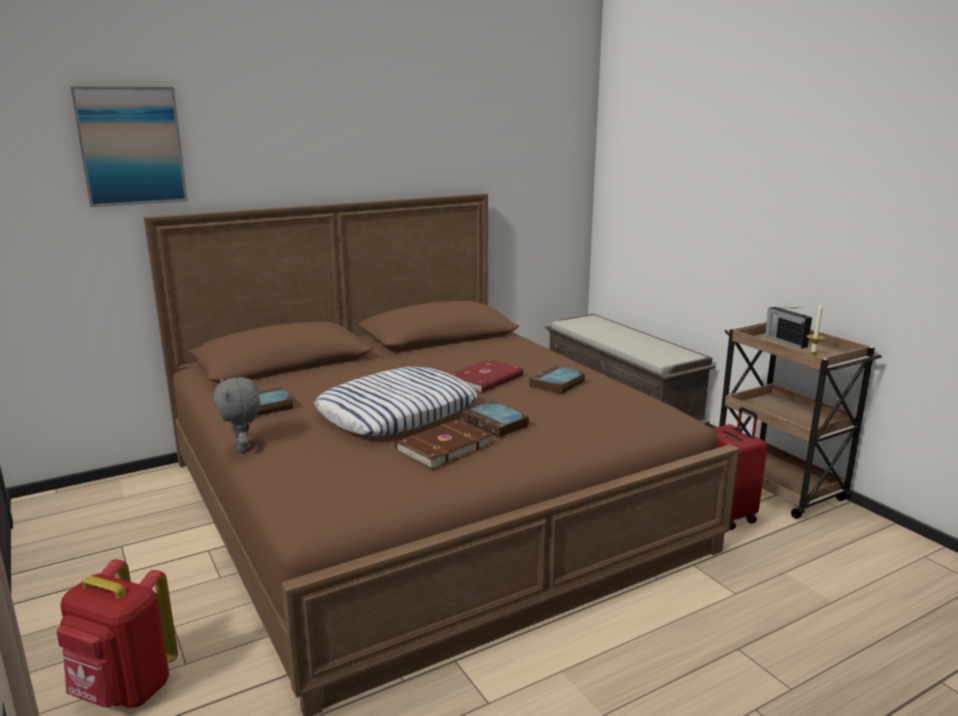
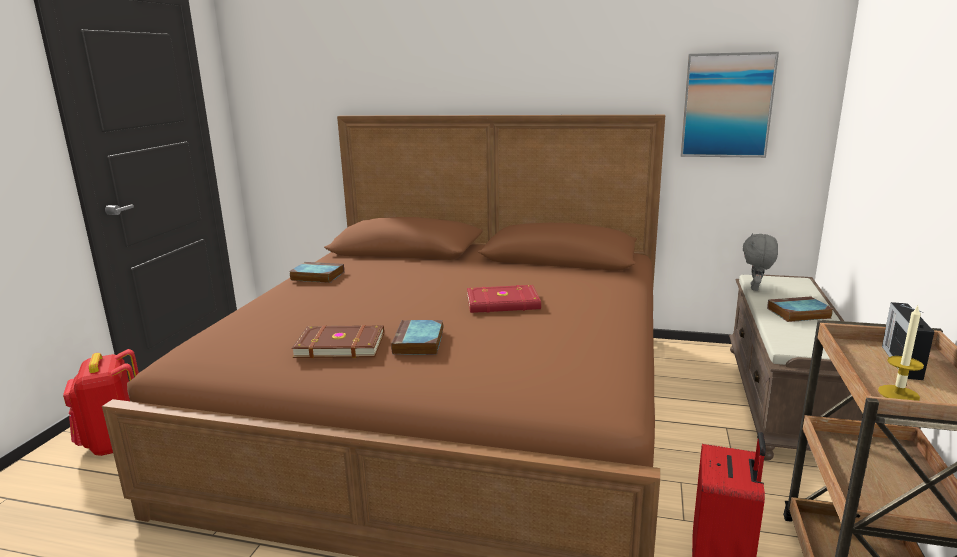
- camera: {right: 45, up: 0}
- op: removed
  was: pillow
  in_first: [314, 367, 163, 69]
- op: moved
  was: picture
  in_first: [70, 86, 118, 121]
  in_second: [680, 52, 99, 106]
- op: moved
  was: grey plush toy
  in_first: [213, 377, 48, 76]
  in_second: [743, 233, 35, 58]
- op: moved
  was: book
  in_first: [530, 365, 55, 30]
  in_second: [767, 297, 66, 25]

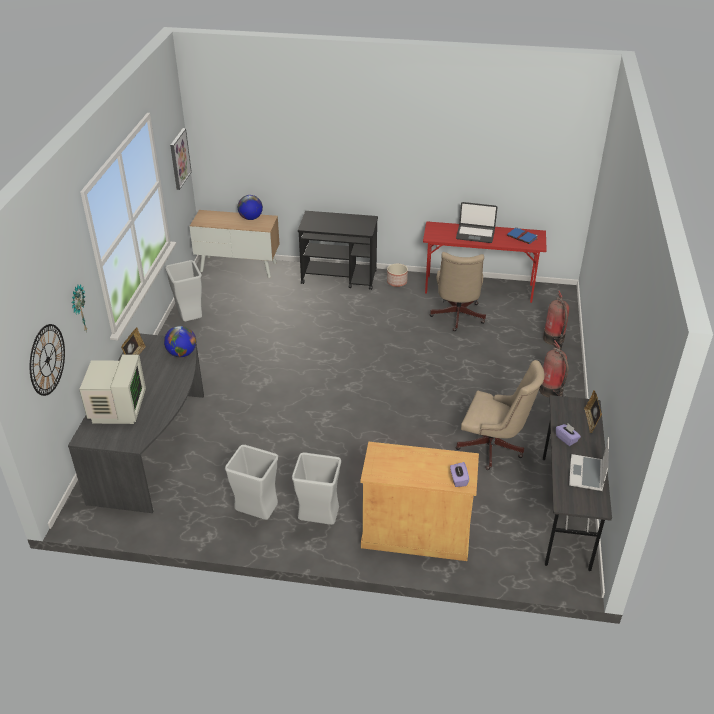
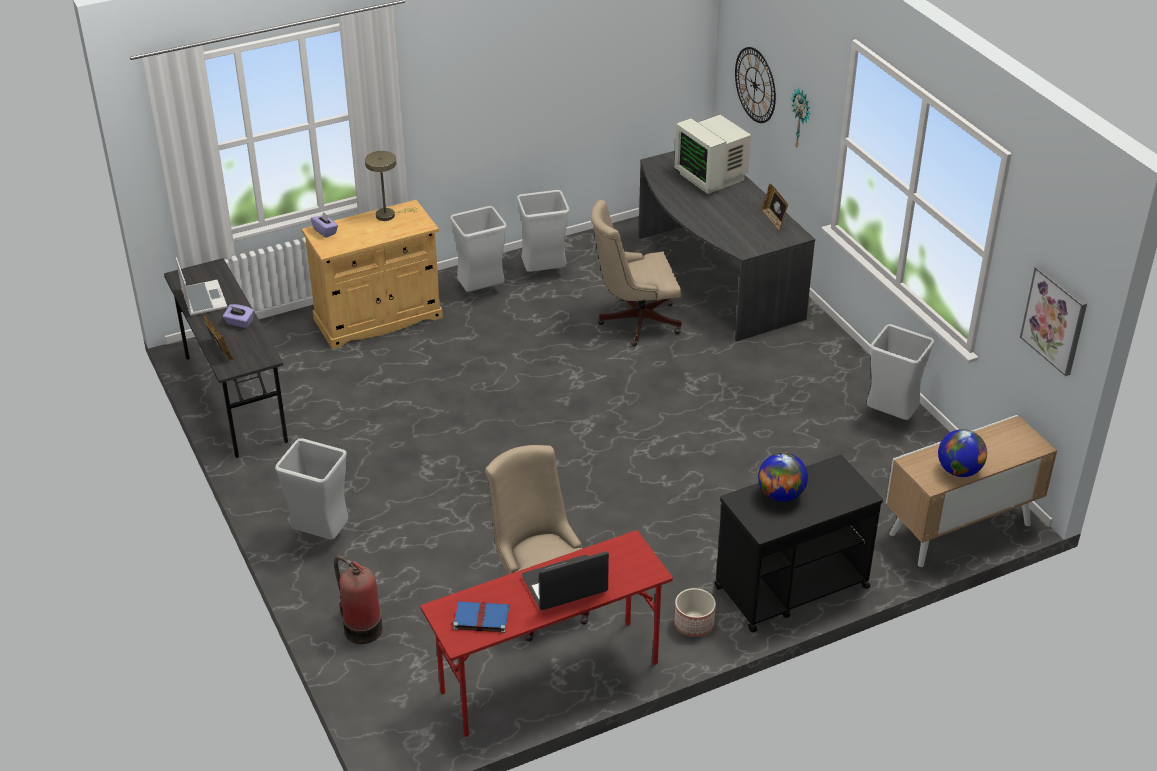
- camera: {right: 145, up: 0}
- op: added
  now: beige table lamp
  in_second: [365, 151, 53, 70]
- op: moved
  was: globe
  in_first: [164, 326, 32, 31]
  in_second: [758, 452, 50, 50]
- op: moved
  was: beige office chair
  in_first: [456, 360, 89, 110]
  in_second: [590, 200, 92, 146]
- op: replaced
  was: fire extinguisher
  now: grey trash can
  in_first: [539, 340, 30, 58]
  in_second: [275, 438, 73, 101]

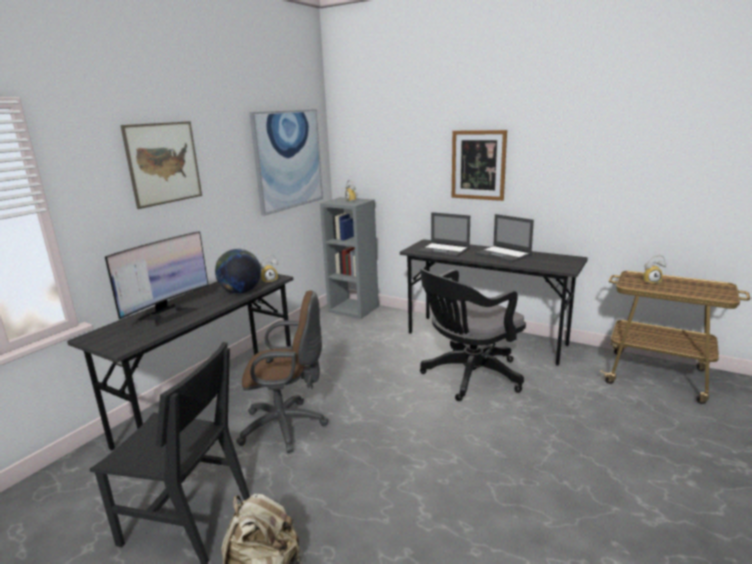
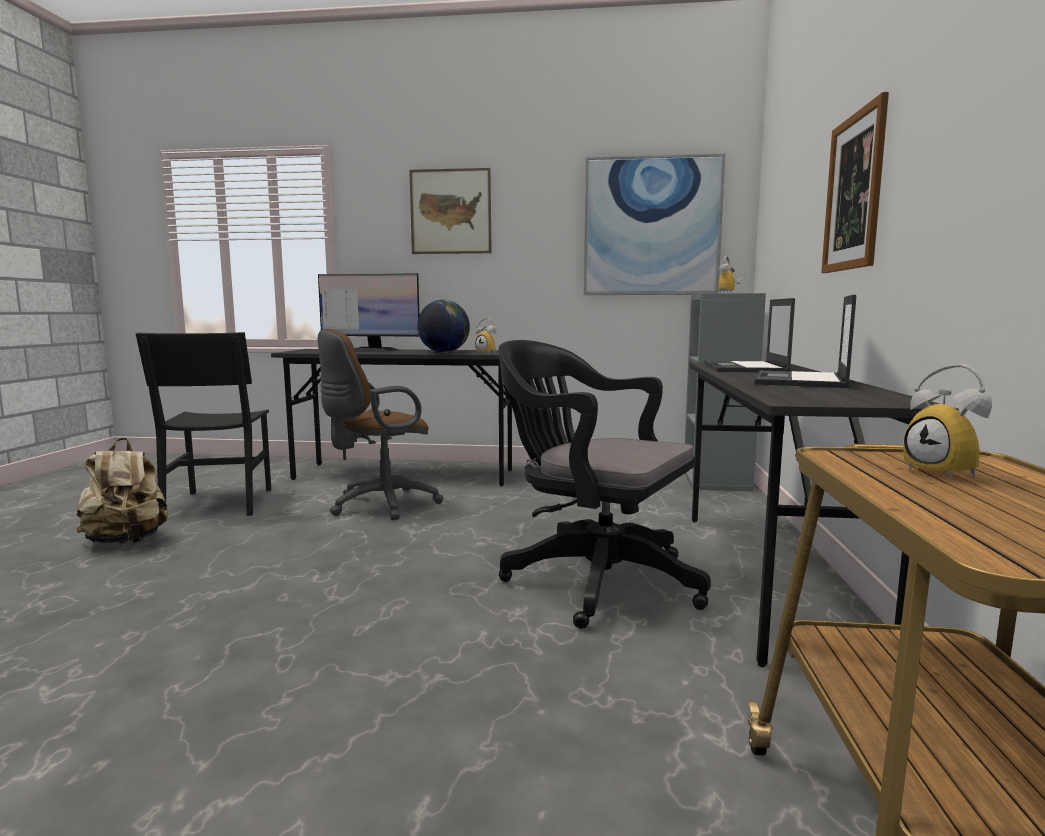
- camera: {right: 65, up: -10}
- op: turned
  was: brown office chair
  in_first: [236, 291, 92, 162]
  in_second: [318, 329, 125, 191]
  clockwise: 75

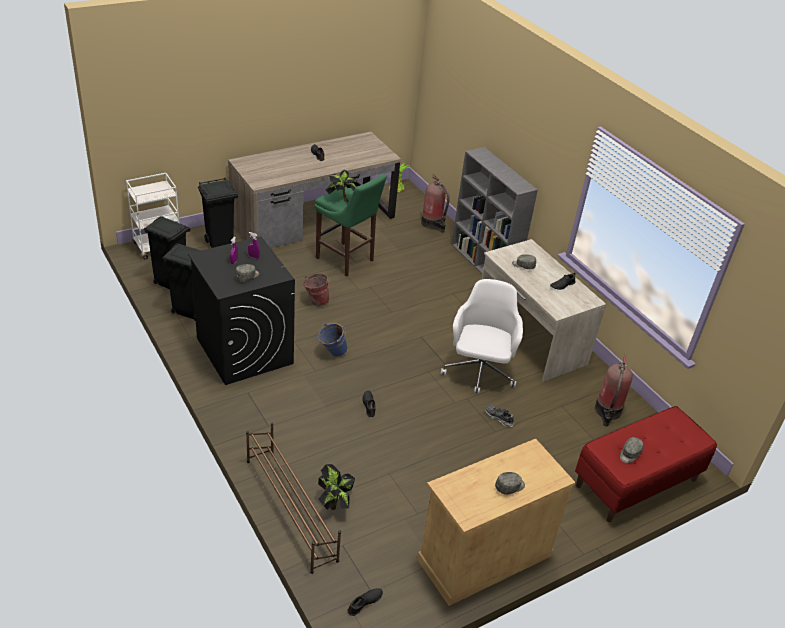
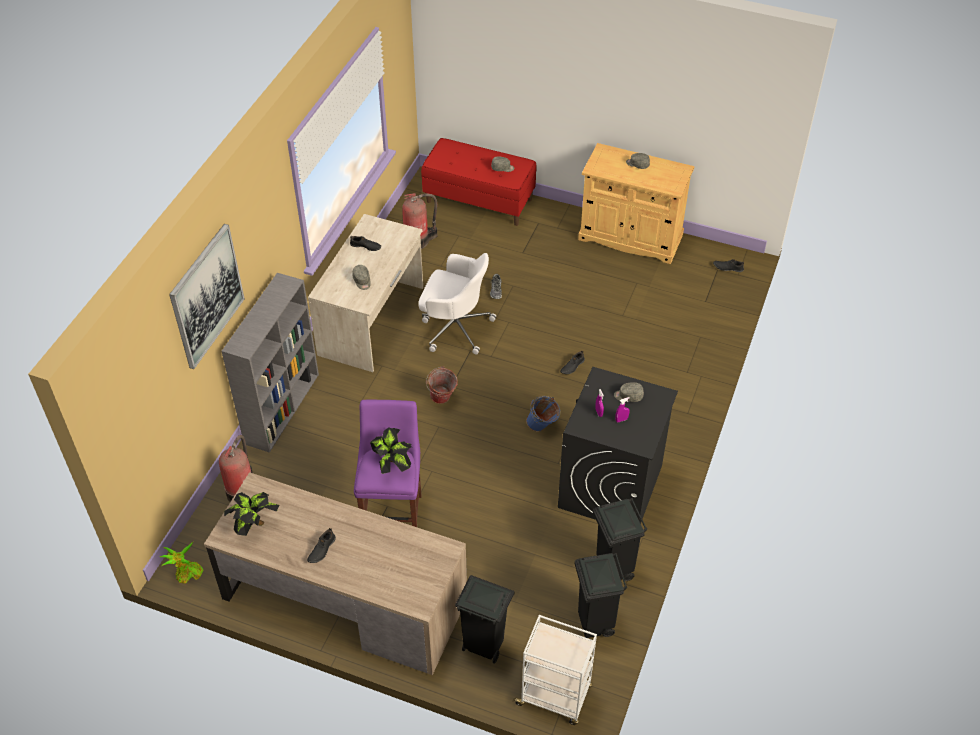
- camera: {right: -125, up: 10}
- op: removed
  was: brown shoe rack
  in_first: [246, 423, 95, 151]
- op: added
  now: picture
  in_second: [169, 224, 76, 145]
- op: moved
  was: bucket
  in_first: [303, 273, 27, 33]
  in_second: [426, 366, 32, 38]
- op: moved
  was: potted plant
  in_first: [318, 464, 37, 46]
  in_second: [224, 492, 55, 44]
- op: recoloured
  was: green stool
  now: purple stool
  in_first: [315, 174, 72, 103]
  in_second: [354, 400, 68, 127]
- op: turned
  was: white office chair
  in_first: [441, 279, 82, 115]
  in_second: [418, 253, 78, 101]
  clockwise: -135

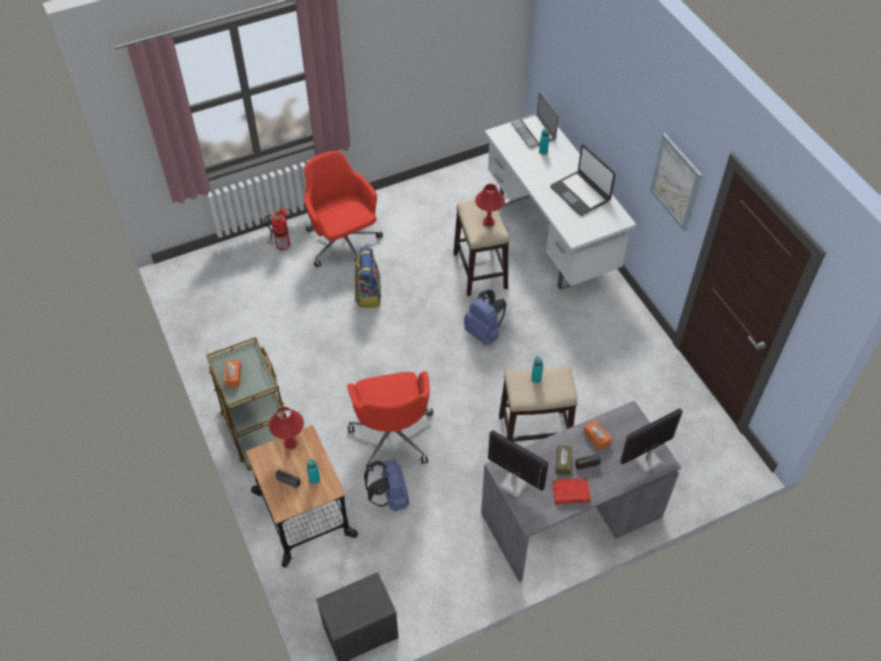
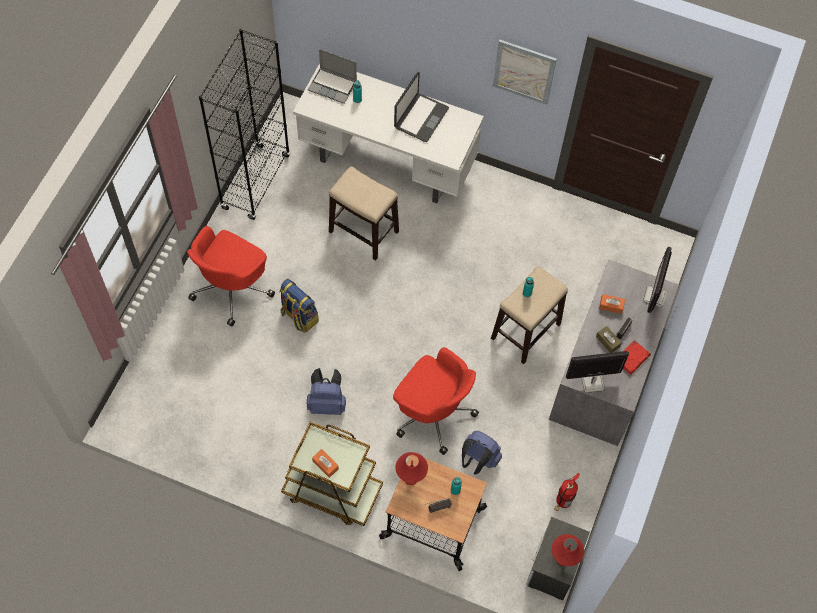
- camera: {right: -45, up: 10}
- op: added
  now: black bookcase
  in_second: [199, 29, 91, 191]
- op: moved
  was: fire extinguisher
  in_first: [264, 207, 26, 44]
  in_second: [554, 473, 26, 38]
- op: moved
  was: blue backpack
  in_first: [464, 290, 43, 55]
  in_second: [306, 368, 40, 47]
- op: moved
  was: red table lamp
  in_first: [475, 184, 30, 43]
  in_second: [551, 534, 33, 32]
- op: turned
  was: red office chair
  in_first: [304, 151, 79, 117]
  in_second: [187, 226, 88, 101]
  clockwise: -75
- op: turned
  was: laptop
  in_first: [550, 145, 66, 71]
  in_second: [394, 72, 55, 70]
  clockwise: -75

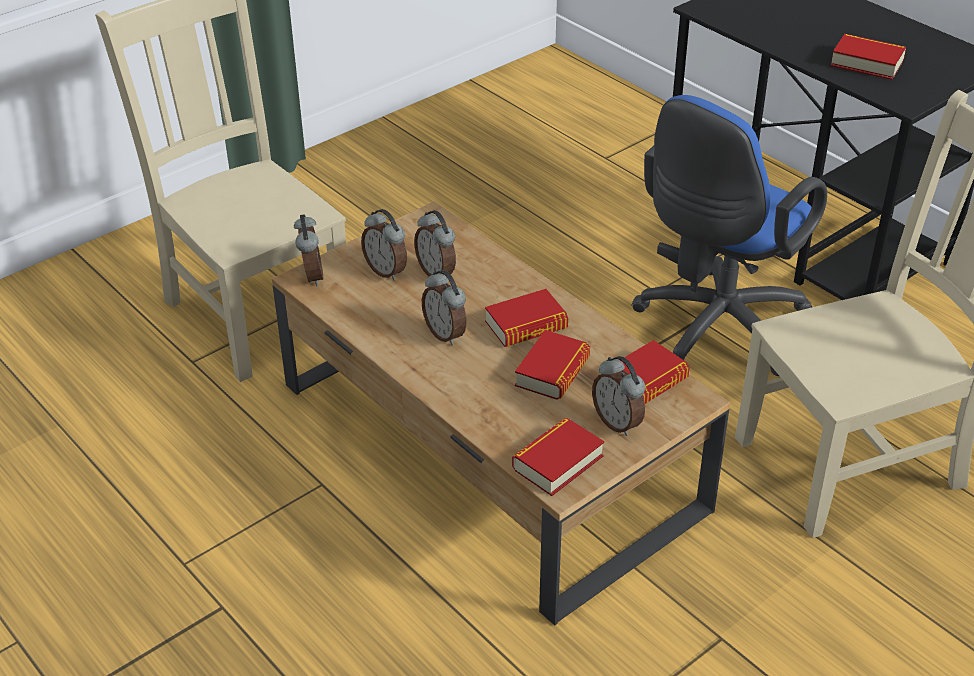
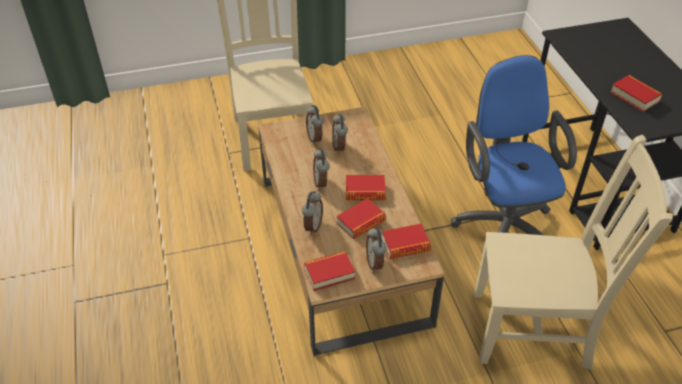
- camera: {right: 25, up: 5}
- op: moved
  was: alarm clock
  in_first: [294, 214, 30, 72]
  in_second: [302, 191, 21, 44]
- op: turned
  was: blue office chair
  in_first: [631, 95, 196, 281]
  in_second: [451, 55, 126, 180]
  clockwise: 105

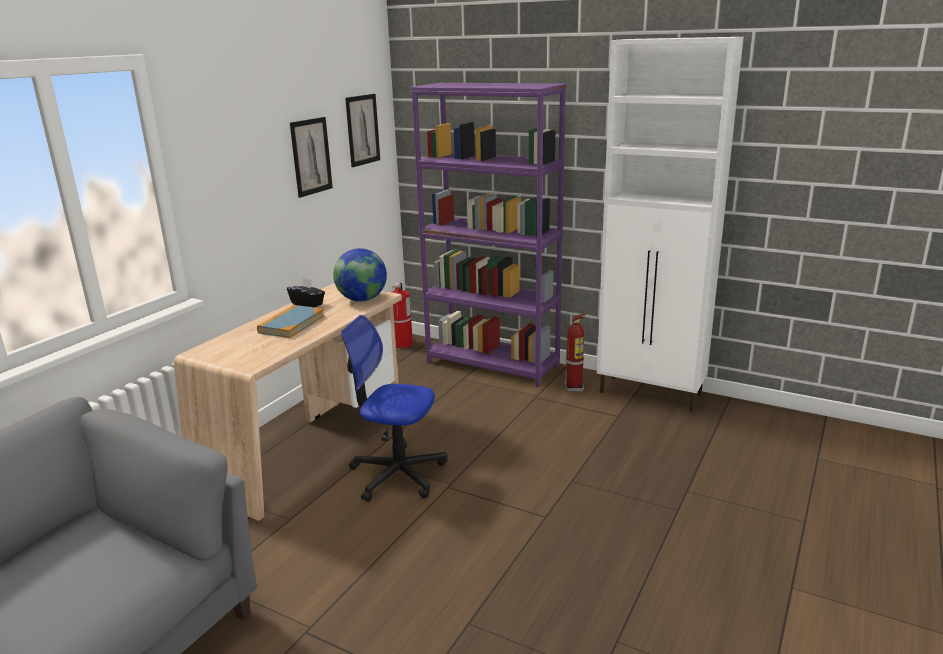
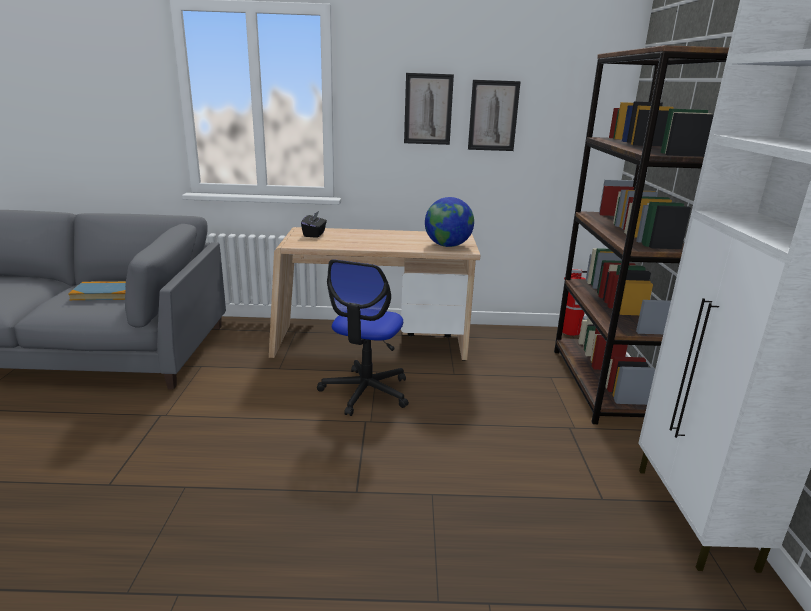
- camera: {right: 60, up: 0}
- op: removed
  was: fire extinguisher
  in_first: [565, 314, 20, 78]
- op: moved
  was: book
  in_first: [257, 305, 67, 33]
  in_second: [68, 281, 58, 19]
- op: moved
  was: black tissue box
  in_first: [287, 278, 38, 29]
  in_second: [301, 211, 26, 27]
- op: moved
  was: picture
  in_first: [345, 94, 35, 73]
  in_second: [404, 73, 50, 72]
- op: recoloured
  was: purple bookcase
  now: brown bookcase
  in_first: [411, 83, 156, 304]
  in_second: [554, 45, 175, 379]
- op: turned
  was: office chair
  in_first: [341, 315, 106, 187]
  in_second: [317, 259, 92, 157]
  clockwise: -150

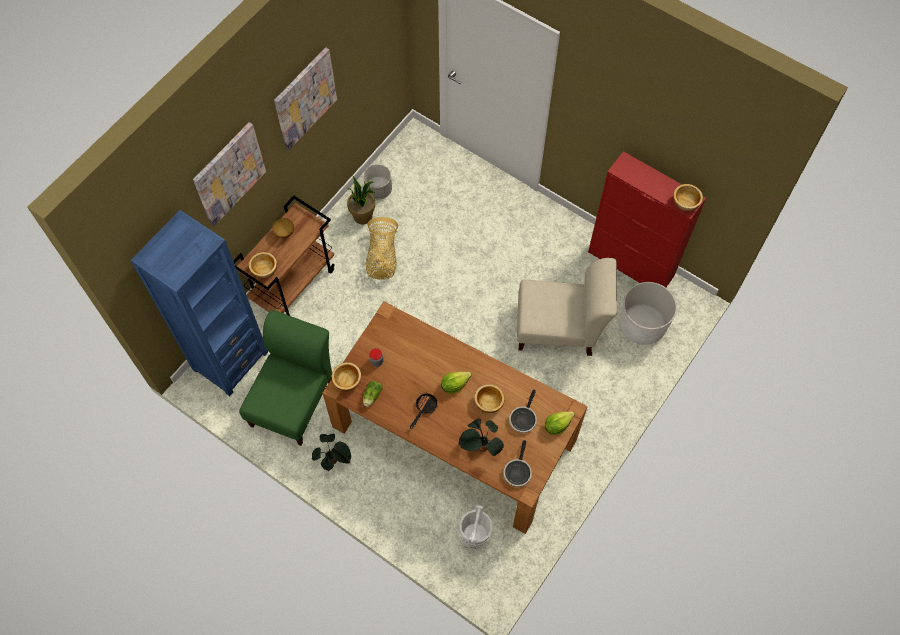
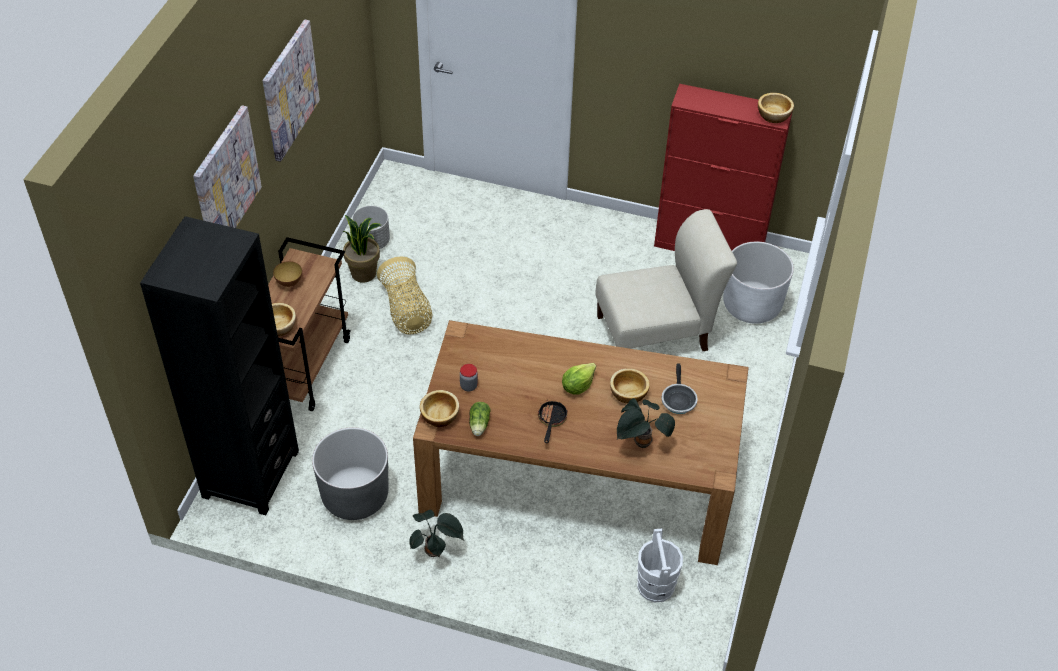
- camera: {right: -20, up: -15}
- op: removed
  was: frying pan
  in_first: [503, 440, 29, 47]
- op: removed
  was: lettuce
  in_first: [545, 411, 30, 24]
- op: replaced
  was: green chair
  now: grey planter
  in_first: [239, 310, 93, 136]
  in_second: [312, 427, 76, 93]
- op: recoloured
  was: blue bookcase
  now: black bookcase
  in_first: [131, 210, 137, 186]
  in_second: [140, 216, 159, 299]

